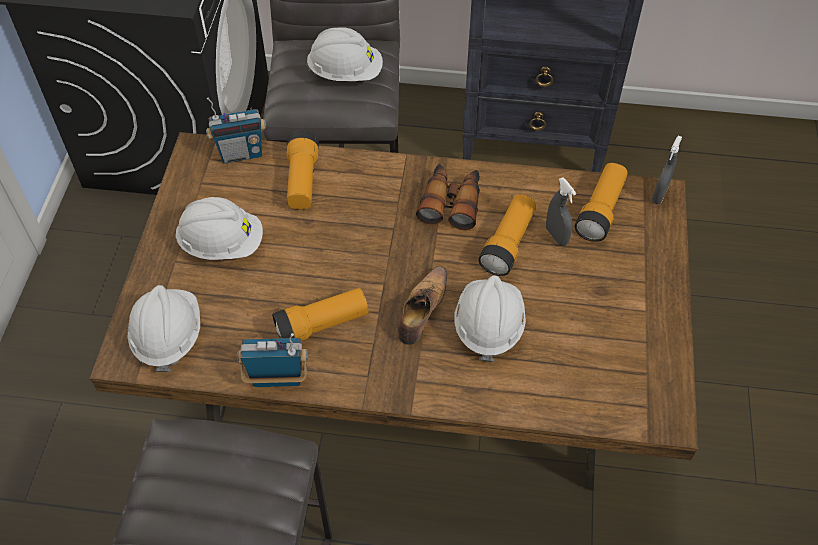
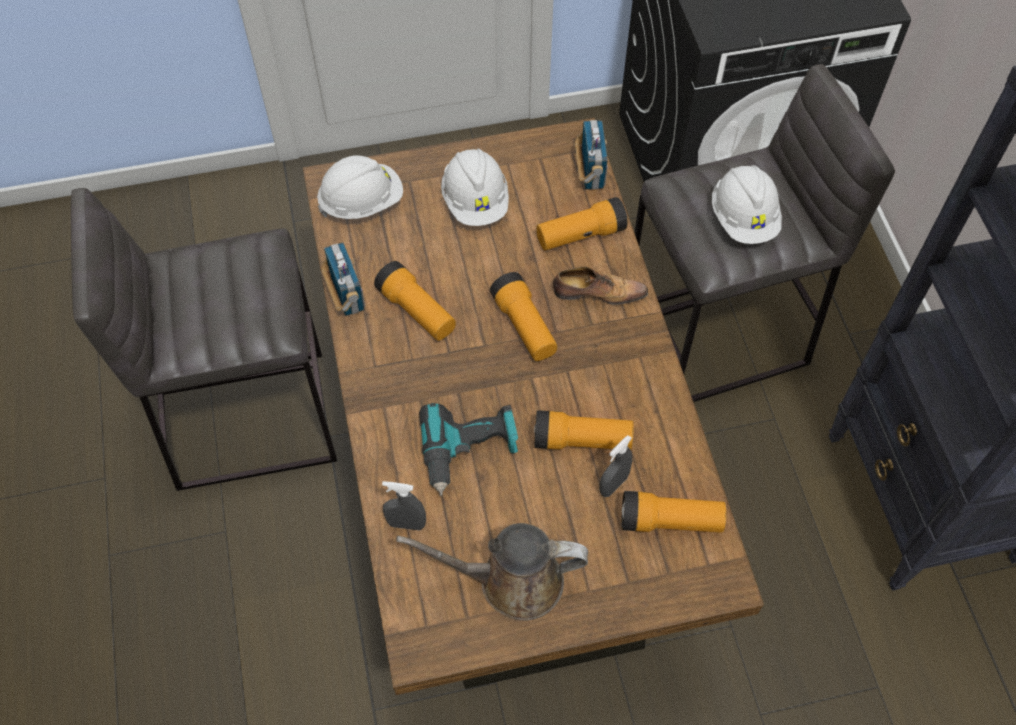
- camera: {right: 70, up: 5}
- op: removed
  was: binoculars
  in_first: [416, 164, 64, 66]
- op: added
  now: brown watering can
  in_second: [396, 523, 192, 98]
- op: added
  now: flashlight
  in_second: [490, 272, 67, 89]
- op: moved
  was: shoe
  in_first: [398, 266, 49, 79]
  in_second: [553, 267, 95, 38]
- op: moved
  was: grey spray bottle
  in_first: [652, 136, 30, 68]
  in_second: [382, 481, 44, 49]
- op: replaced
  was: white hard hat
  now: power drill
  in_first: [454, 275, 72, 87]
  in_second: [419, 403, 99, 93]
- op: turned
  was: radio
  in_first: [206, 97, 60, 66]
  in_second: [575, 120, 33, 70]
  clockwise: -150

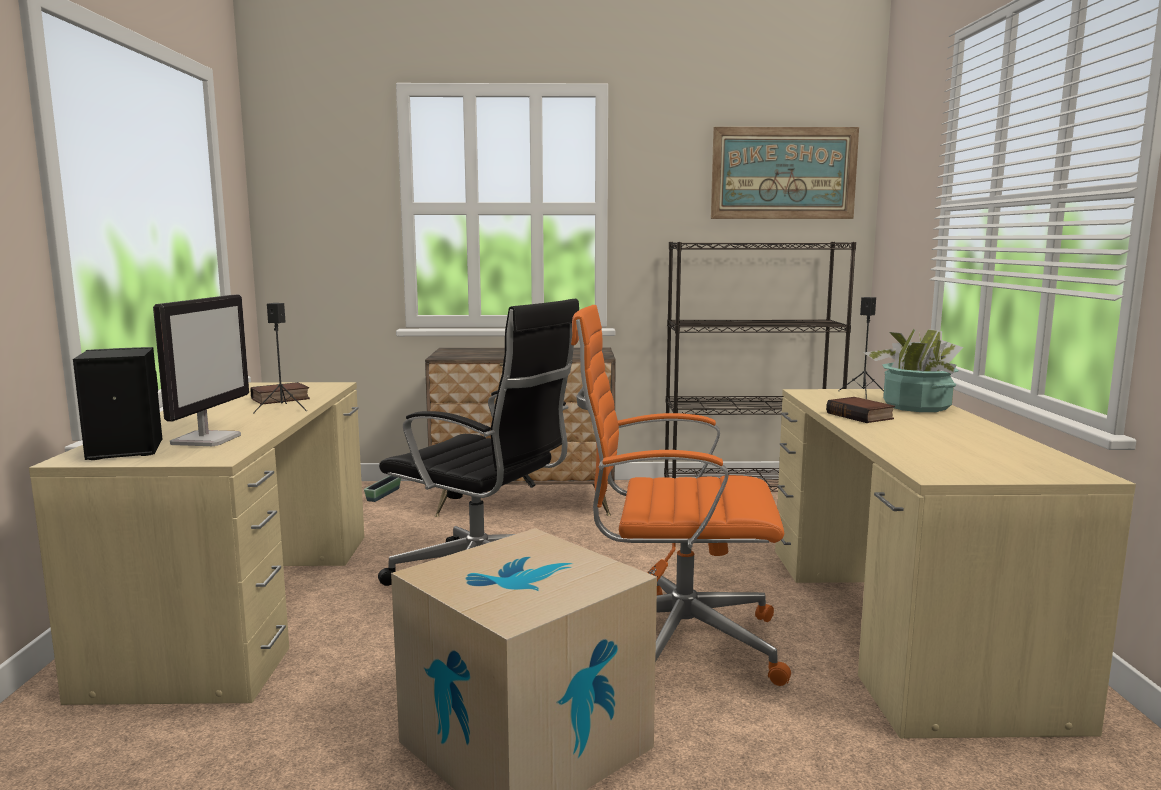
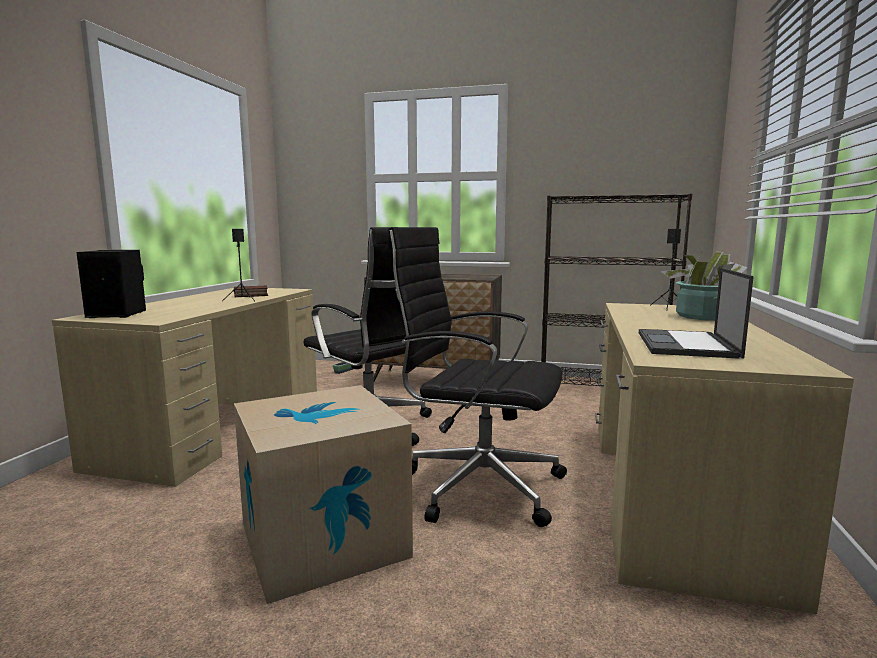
- camera: {right: 15, up: 0}
- op: removed
  was: monitor
  in_first: [153, 294, 96, 152]
- op: removed
  was: picture
  in_first: [711, 127, 148, 92]
- op: removed
  was: book
  in_first: [826, 397, 69, 26]
- op: added
  now: laptop
  in_second: [639, 268, 115, 91]
- op: recoloured
  was: orange office chair
  now: black office chair
  in_first: [571, 305, 220, 381]
  in_second: [387, 227, 180, 300]

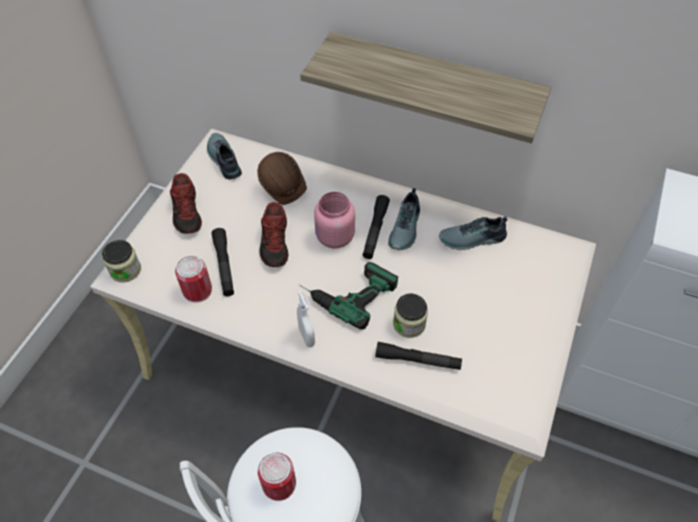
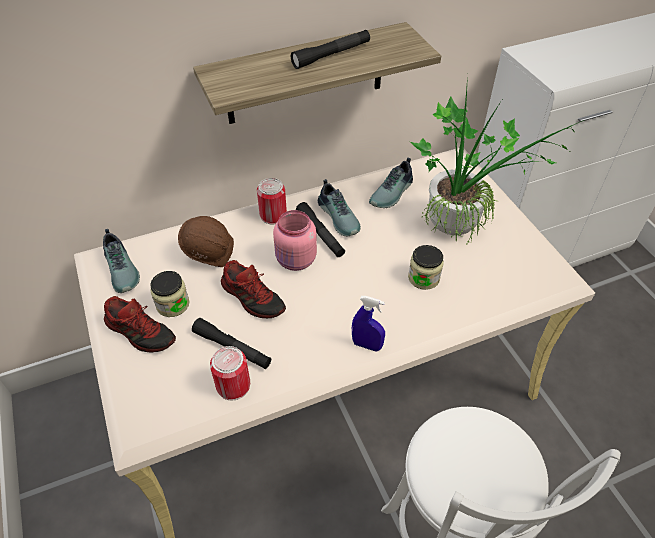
- camera: {right: -45, up: -5}
- op: removed
  was: power drill
  in_first: [299, 262, 99, 68]
- op: added
  now: potted plant
  in_second: [410, 75, 174, 170]
- op: moved
  was: jar
  in_first: [102, 240, 39, 43]
  in_second: [150, 271, 40, 46]
- op: moved
  was: can
  in_first: [258, 453, 38, 48]
  in_second: [257, 178, 30, 46]
- op: moved
  was: black flashlight
  in_first: [375, 342, 87, 28]
  in_second: [291, 30, 79, 39]
- op: recoloured
  was: white spray bottle
  now: blue spray bottle
  in_first: [297, 291, 18, 56]
  in_second: [352, 296, 33, 56]
- op: turned
  was: shoe
  in_first: [207, 133, 35, 47]
  in_second: [103, 229, 37, 64]
  clockwise: -135

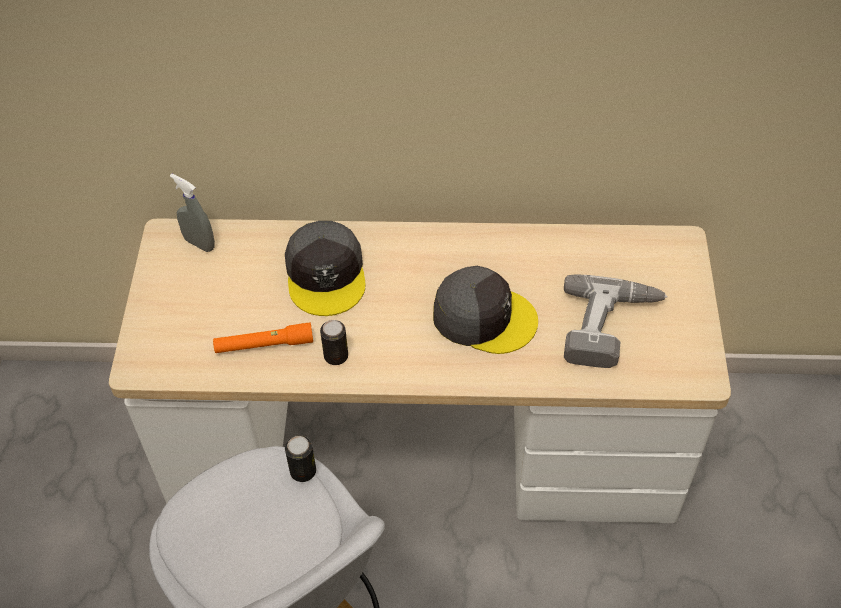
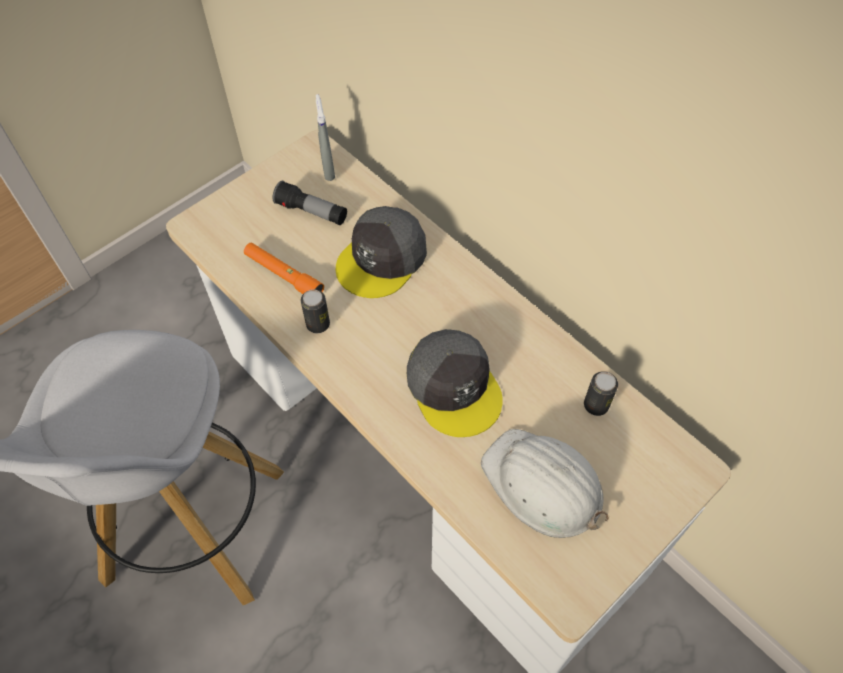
- camera: {right: 45, up: 5}
- op: added
  now: flashlight
  in_second: [273, 181, 74, 44]
- op: moved
  was: can
  in_first: [285, 435, 31, 47]
  in_second: [584, 371, 34, 45]
- op: replaced
  was: power drill
  now: white hard hat
  in_first: [564, 275, 104, 93]
  in_second: [481, 429, 128, 109]

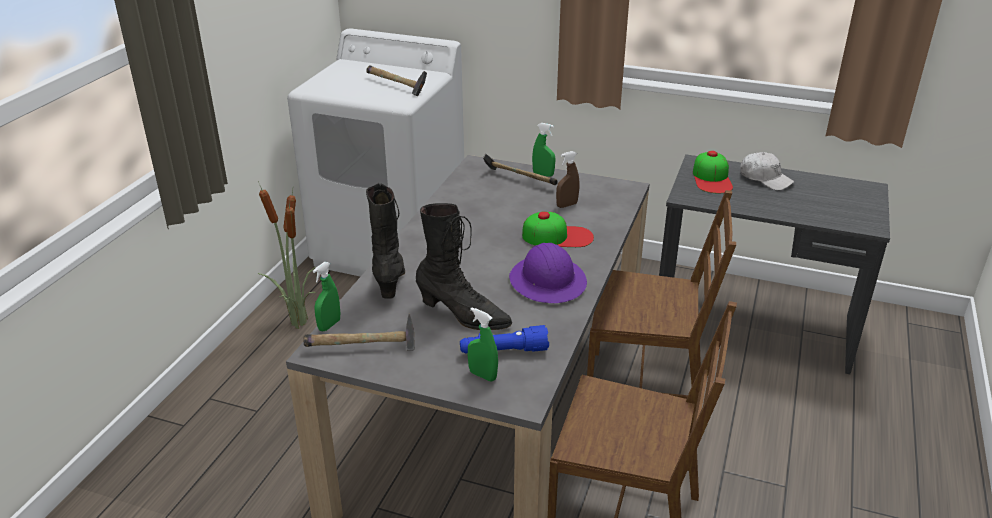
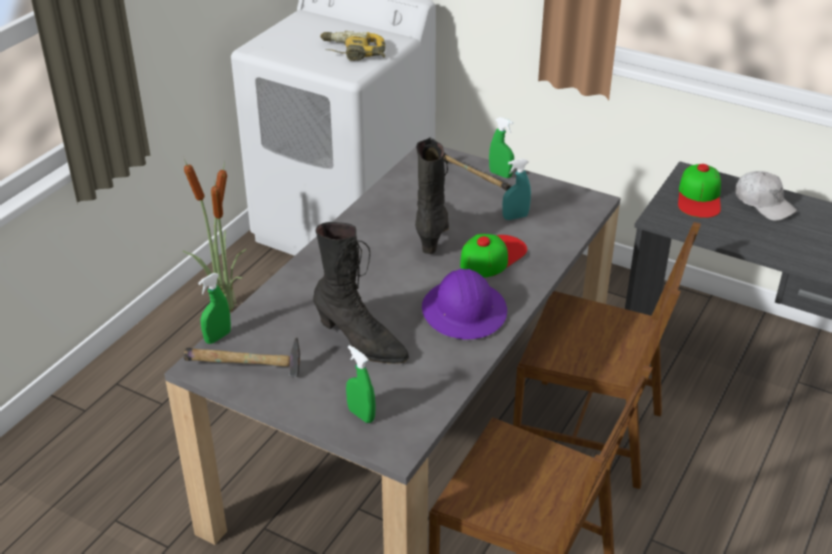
- camera: {right: 10, up: 5}
- op: removed
  was: blue flashlight
  in_first: [460, 325, 89, 29]
- op: moved
  was: black boot
  in_first: [366, 183, 39, 116]
  in_second: [415, 137, 34, 117]
- op: replaced
  was: hammer
  now: power drill
  in_first: [366, 65, 61, 31]
  in_second: [320, 31, 65, 30]
- op: recoloured
  was: brown spray bottle
  now: turquoise spray bottle
  in_first: [556, 151, 23, 57]
  in_second: [502, 158, 29, 62]
- op: turned
  was: cap
  in_first: [522, 211, 72, 36]
  in_second: [460, 234, 67, 44]
  clockwise: -60

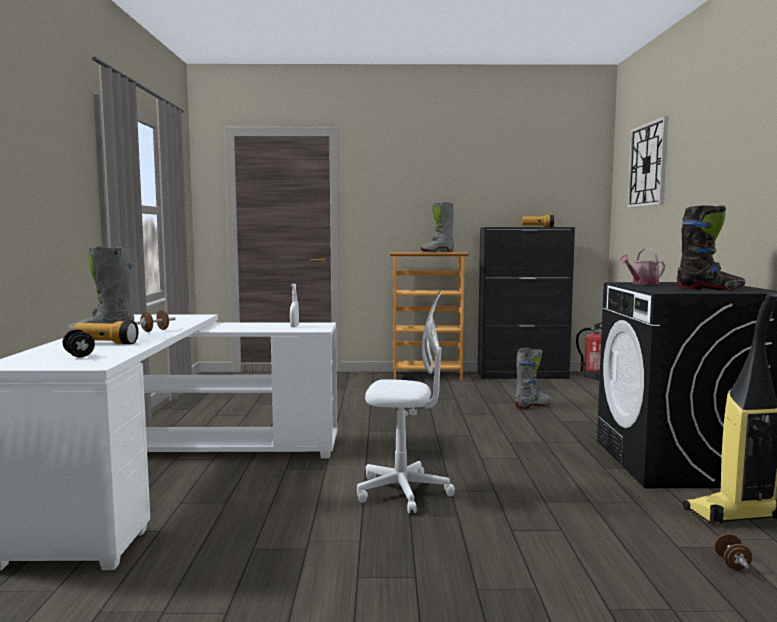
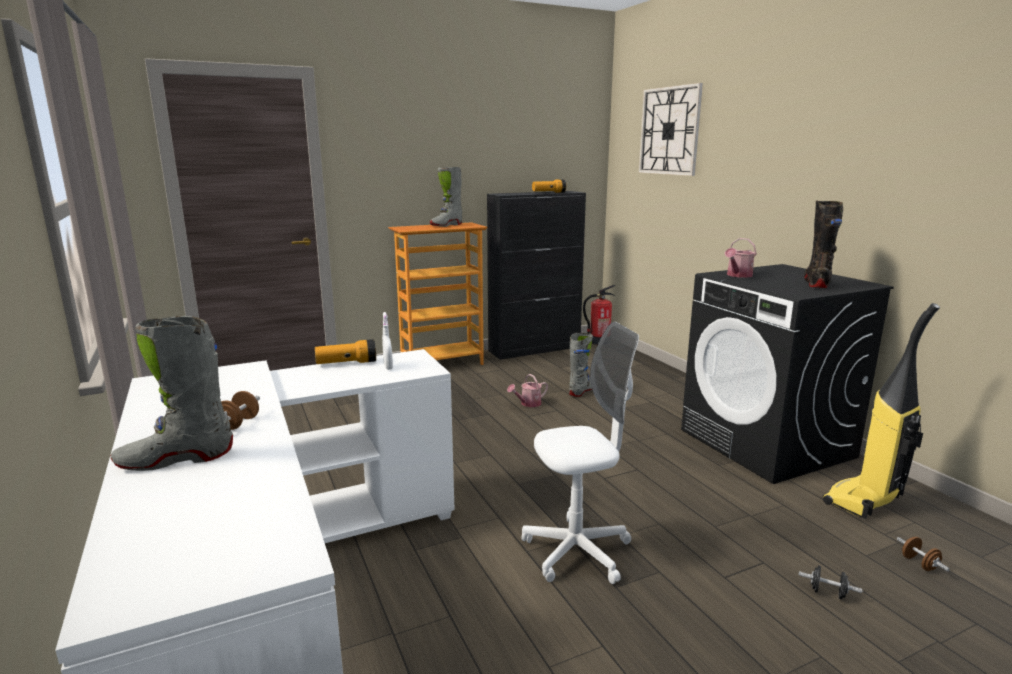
- camera: {right: -25, up: 10}
- op: added
  now: watering can
  in_second: [507, 374, 41, 33]
- op: moved
  was: black dumbbell
  in_first: [63, 329, 32, 28]
  in_second: [799, 566, 63, 34]
- op: moved
  was: flashlight
  in_first: [73, 321, 65, 23]
  in_second: [315, 339, 61, 25]
- op: turned
  was: black boot
  in_first: [677, 205, 69, 85]
  in_second: [804, 200, 39, 88]
  clockwise: -60

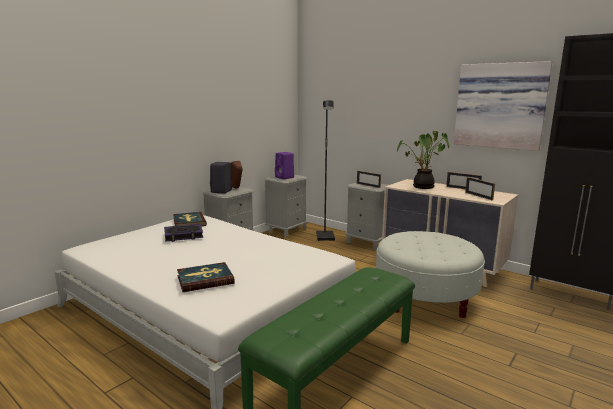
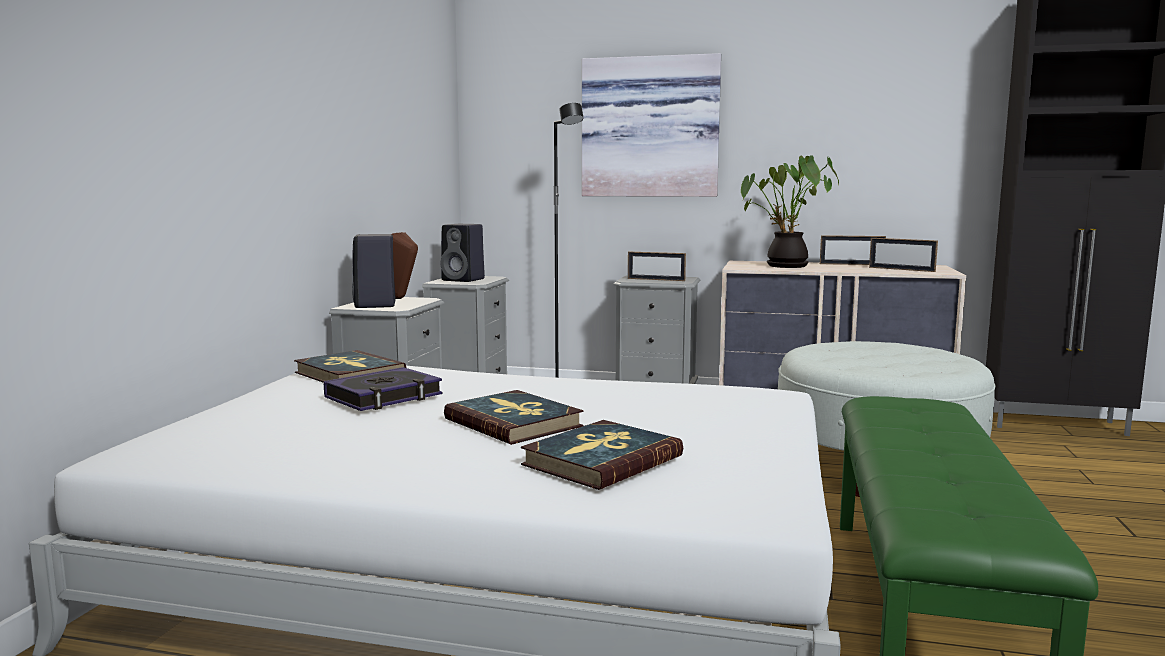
- camera: {right: -25, up: -5}
- op: added
  now: book
  in_second: [444, 390, 139, 55]
- op: moved
  was: picture
  in_first: [454, 61, 98, 90]
  in_second: [582, 53, 139, 144]
- op: recoloured
  was: purple speaker
  now: black speaker
  in_first: [275, 152, 19, 27]
  in_second: [441, 224, 44, 58]

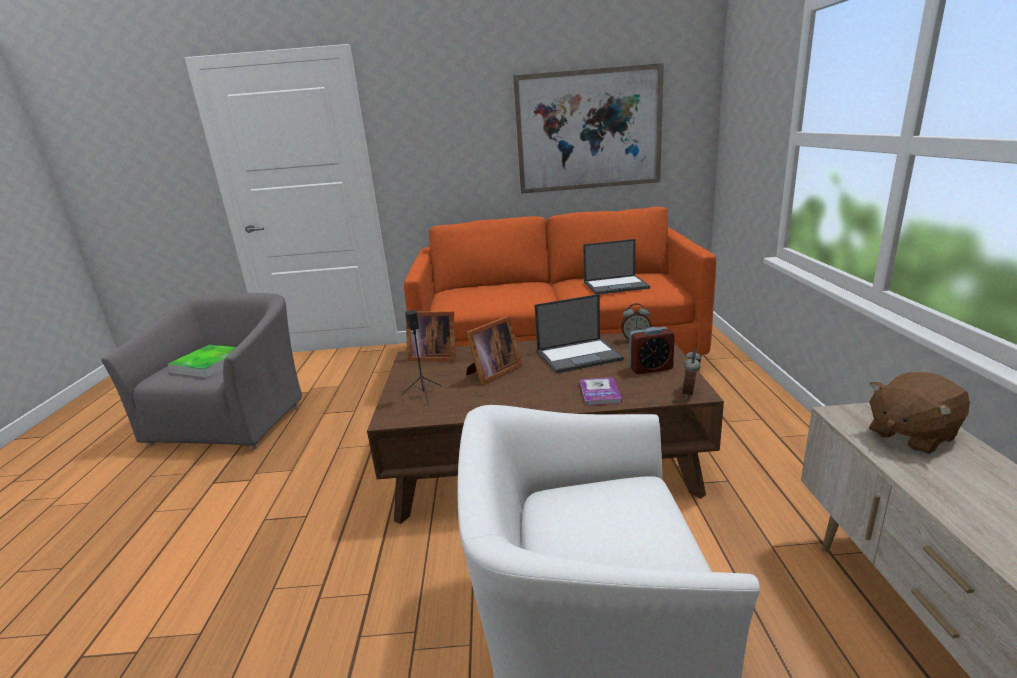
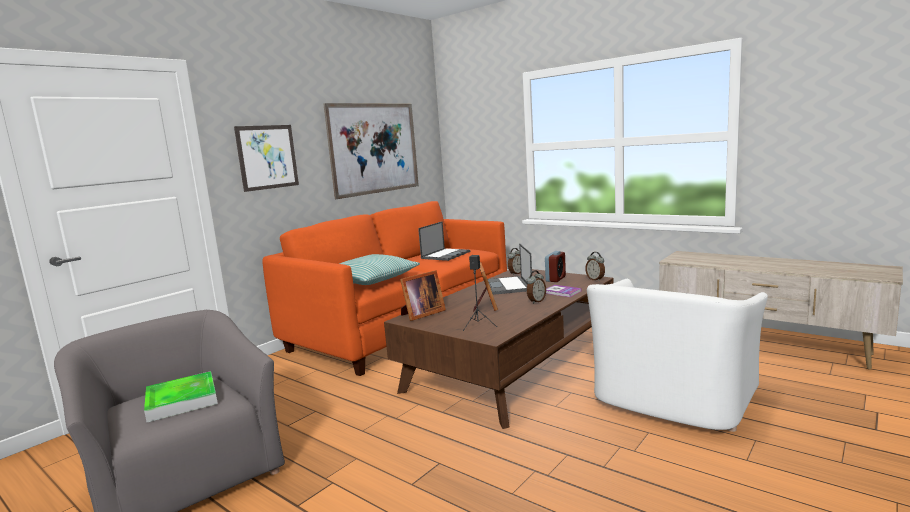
- camera: {right: -50, up: -10}
- op: removed
  was: brown plush toy
  in_first: [869, 372, 101, 82]
- op: added
  now: picture
  in_second: [234, 125, 65, 67]
- op: added
  now: pillow
  in_second: [339, 254, 81, 31]
- op: added
  now: alarm clock
  in_second: [527, 270, 19, 34]
- op: turned
  was: laptop
  in_first: [534, 294, 90, 80]
  in_second: [488, 244, 44, 51]
  clockwise: 150

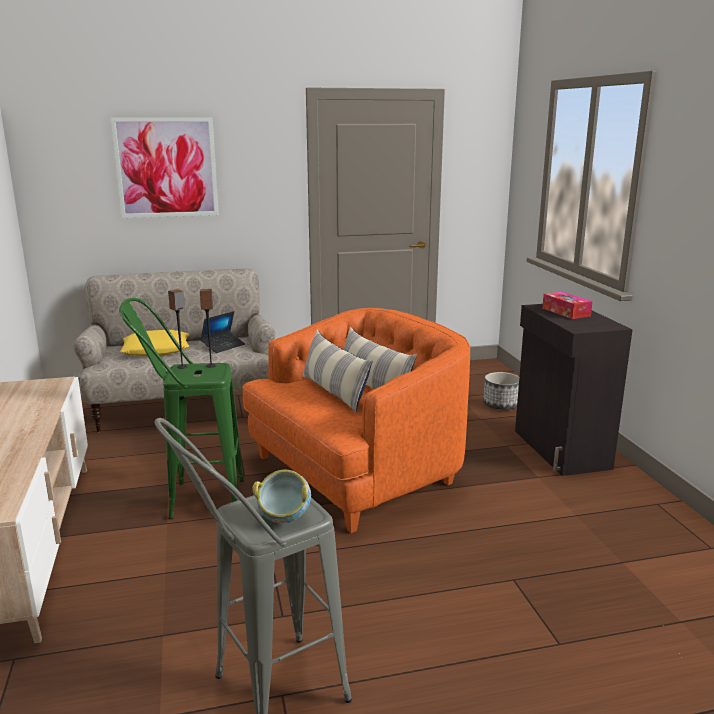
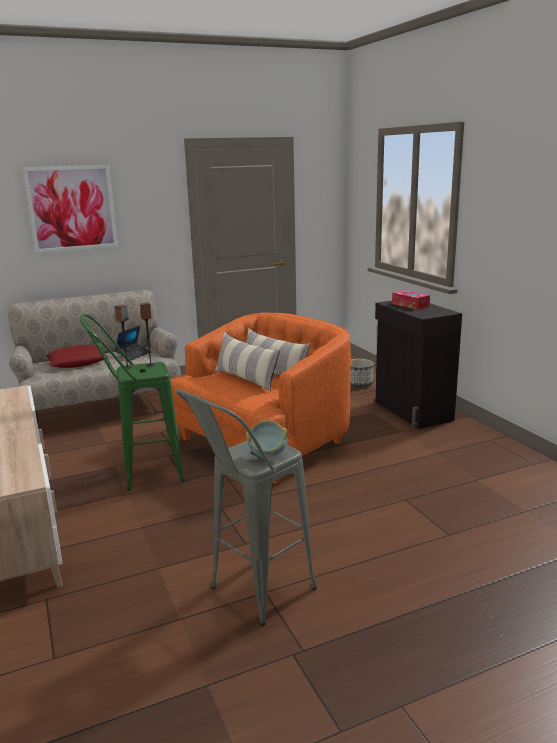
- camera: {right: -10, up: 0}
- op: recoloured
  was: yellow pillow
  now: red pillow
  in_first: [120, 330, 69, 27]
  in_second: [46, 345, 62, 23]

